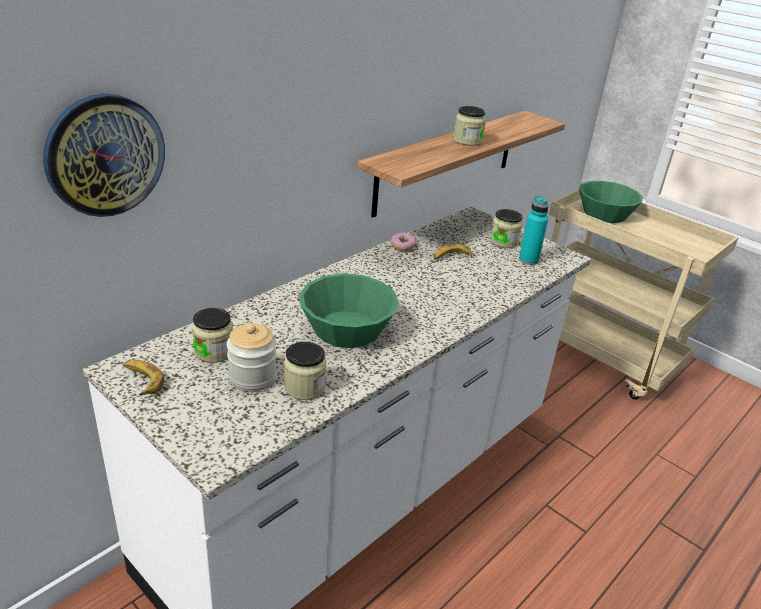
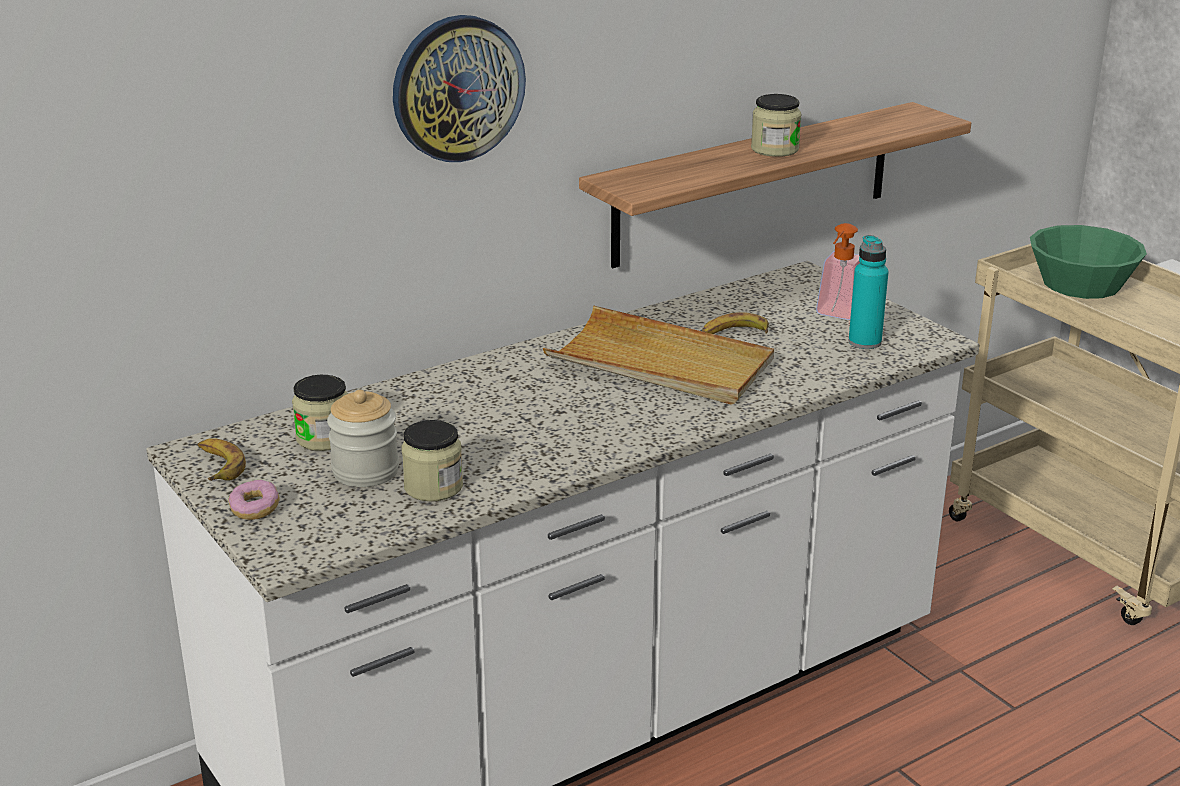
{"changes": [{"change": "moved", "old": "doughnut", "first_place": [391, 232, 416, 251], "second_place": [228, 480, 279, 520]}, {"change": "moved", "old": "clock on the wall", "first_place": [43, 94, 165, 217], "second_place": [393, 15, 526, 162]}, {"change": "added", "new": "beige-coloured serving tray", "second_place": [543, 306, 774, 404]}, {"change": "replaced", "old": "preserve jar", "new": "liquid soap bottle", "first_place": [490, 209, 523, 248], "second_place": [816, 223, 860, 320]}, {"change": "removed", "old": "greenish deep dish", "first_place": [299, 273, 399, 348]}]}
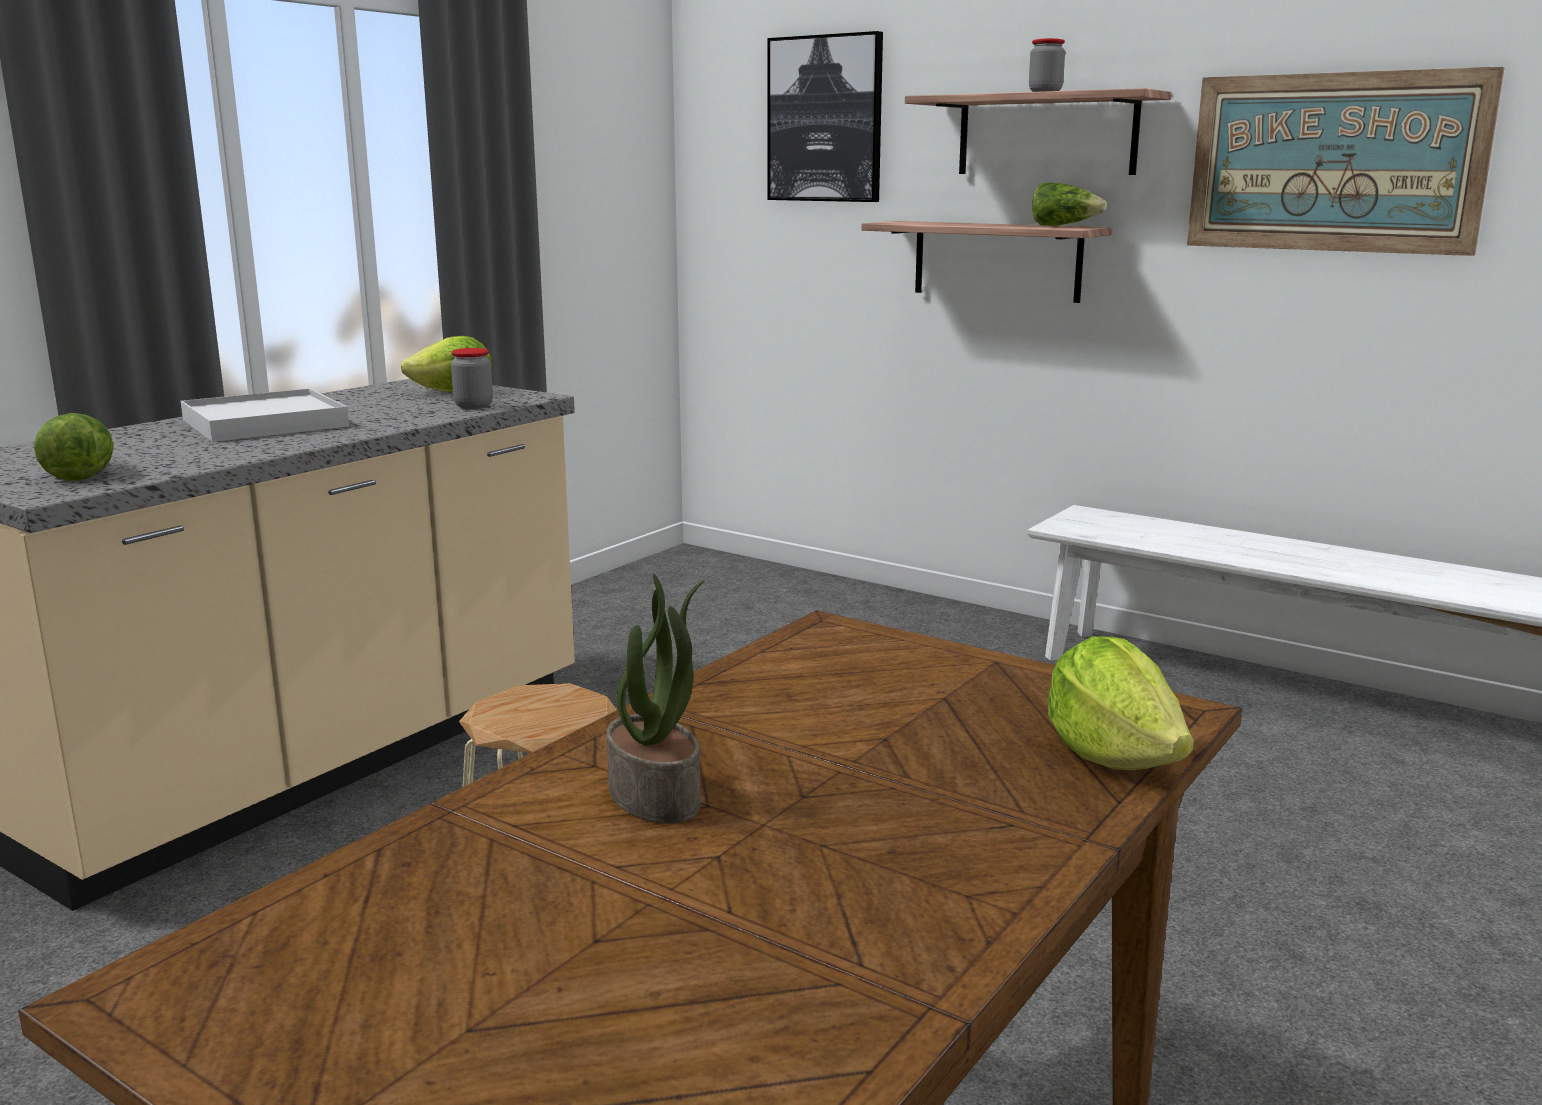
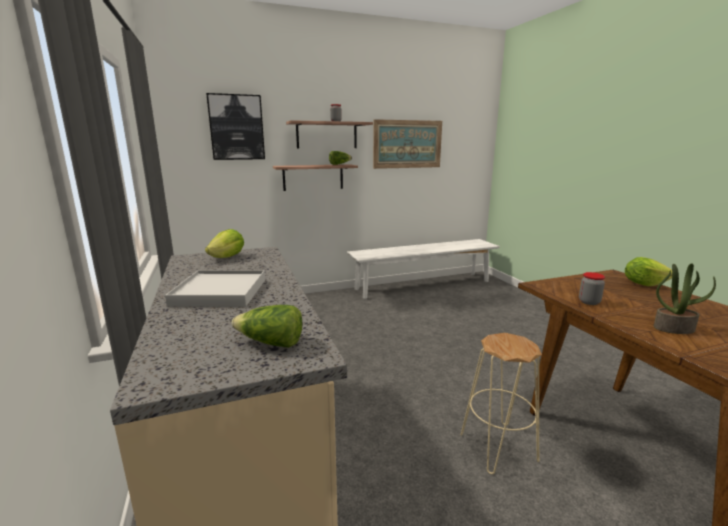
{"changes": [{"change": "moved", "old": "preserve jar", "first_place": [451, 348, 493, 409], "second_place": [579, 272, 605, 305]}]}
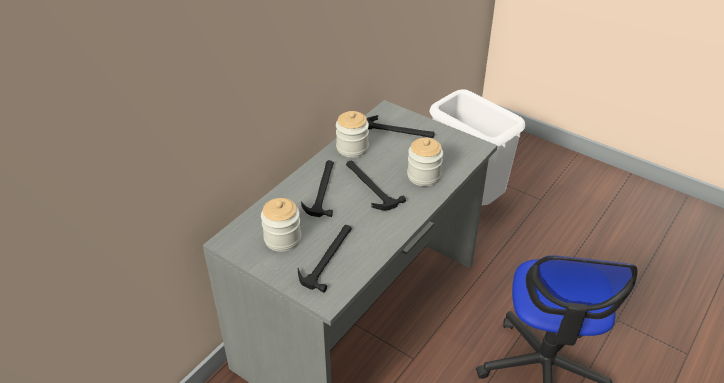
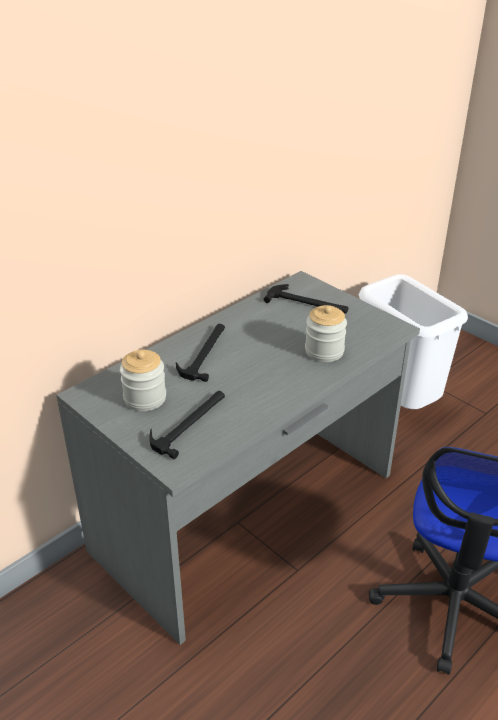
{"changes": [{"change": "removed", "old": "preserve jar", "first_place": [336, 111, 369, 158]}, {"change": "removed", "old": "hand hammer", "first_place": [346, 161, 406, 210]}]}
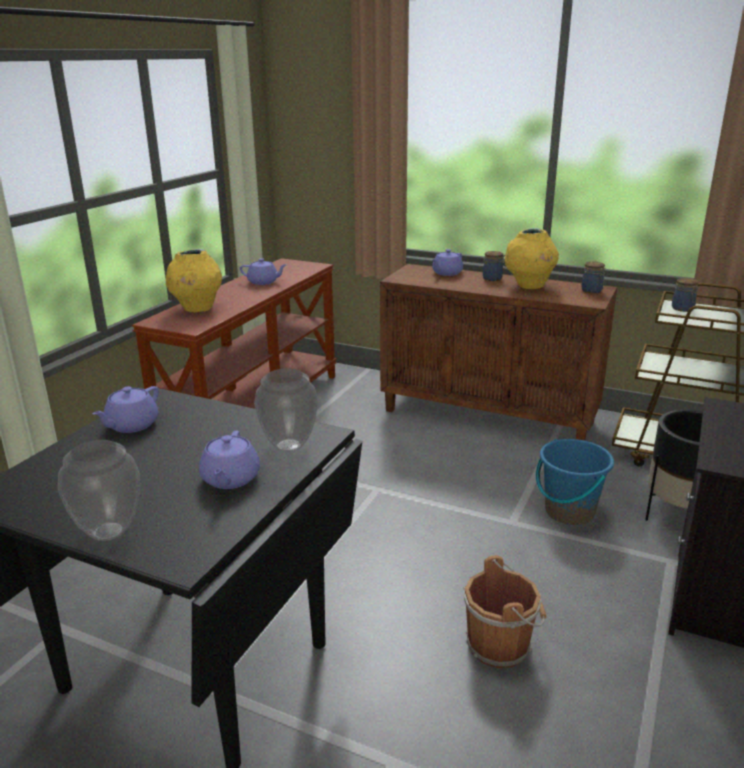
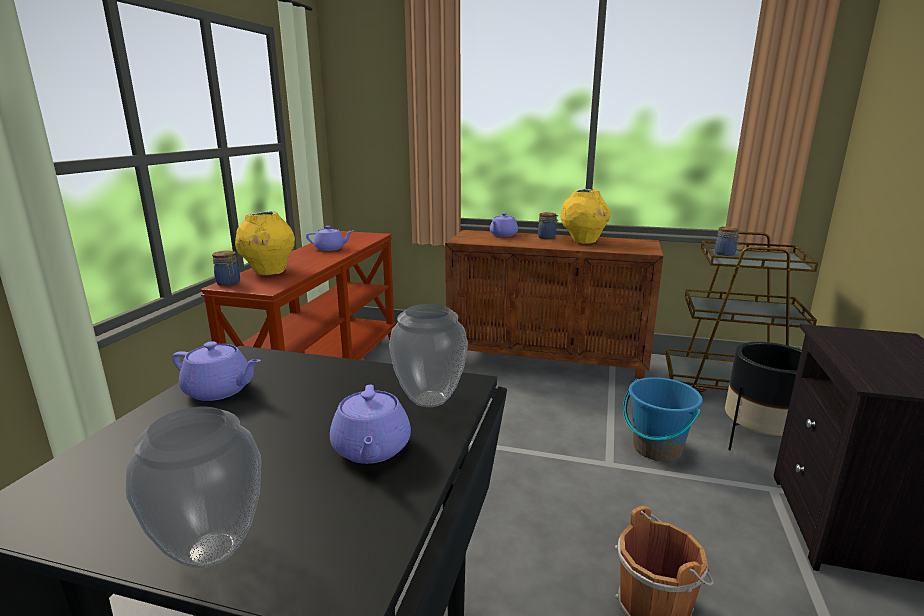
{"changes": [{"change": "turned", "old": "purplish teapot", "first_place": [93, 386, 159, 433], "second_place": [172, 341, 261, 401], "degrees": -90}, {"change": "moved", "old": "preserve jar", "first_place": [581, 261, 605, 293], "second_place": [212, 251, 240, 286]}]}
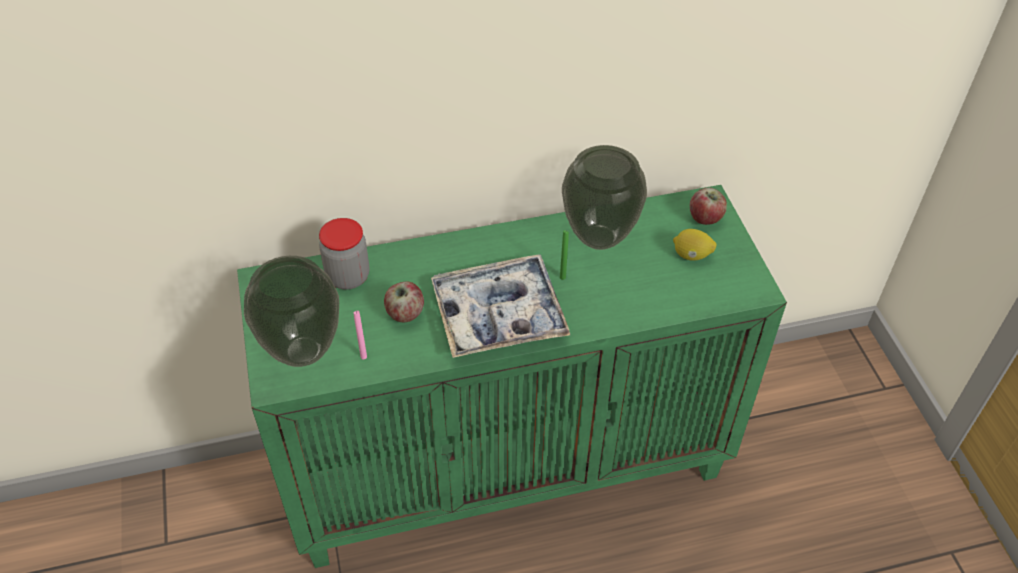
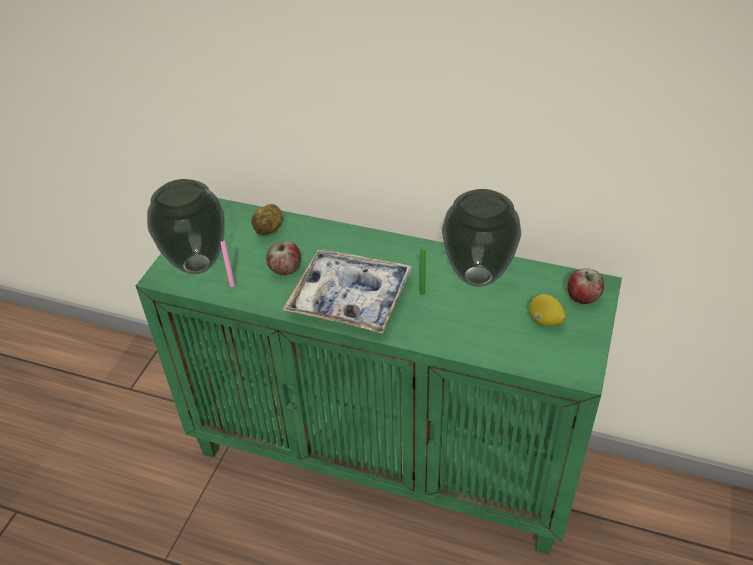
{"changes": [{"change": "replaced", "old": "preserve jar", "new": "spud", "first_place": [319, 218, 369, 290], "second_place": [251, 204, 283, 235]}]}
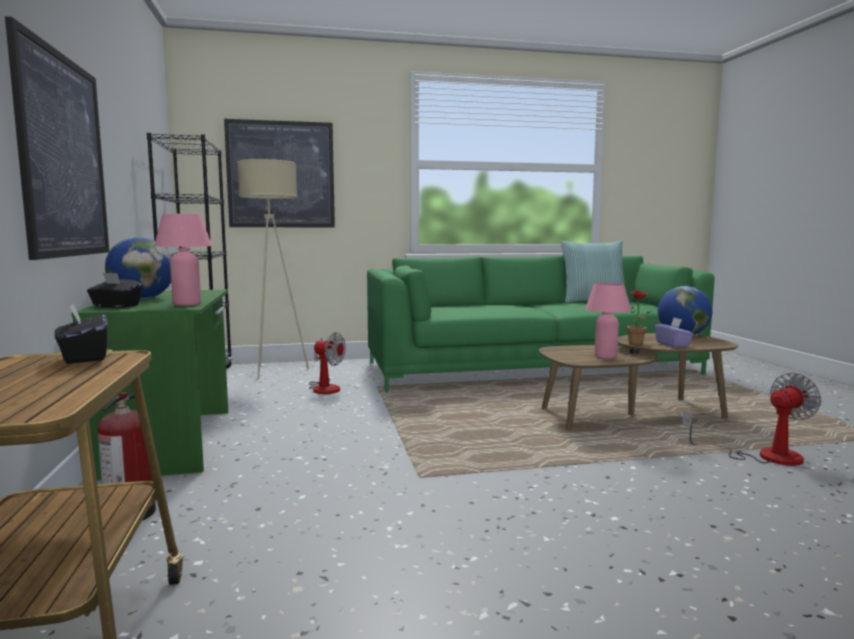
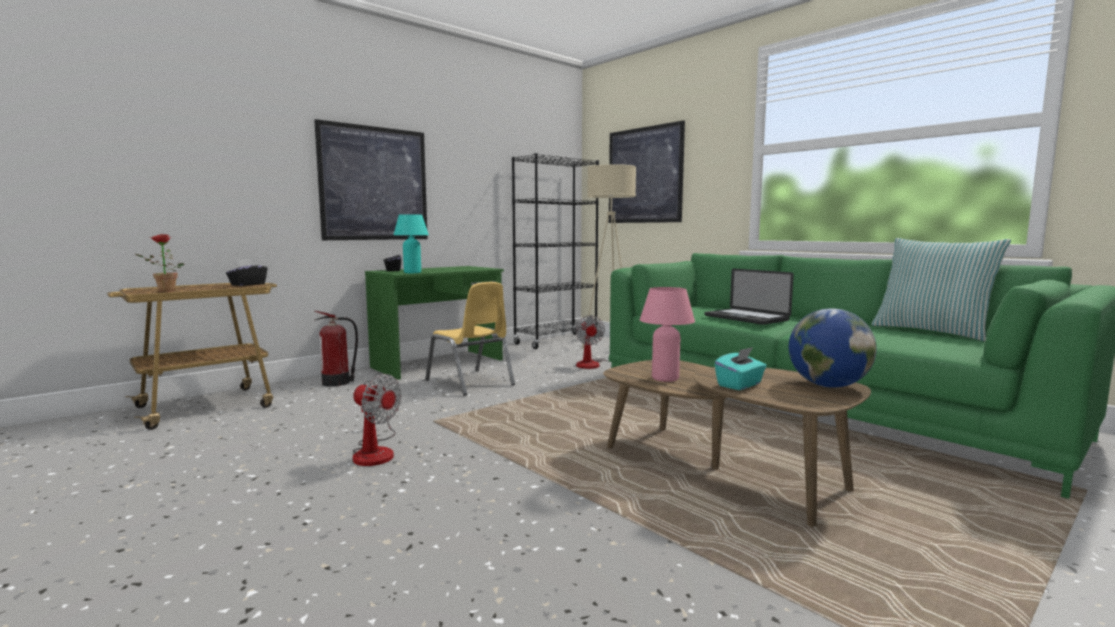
{"changes": [{"change": "moved", "old": "plant in a pot", "first_place": [627, 290, 652, 345], "second_place": [135, 234, 184, 292]}, {"change": "moved", "old": "electric fan", "first_place": [682, 373, 821, 466], "second_place": [353, 374, 402, 466]}, {"change": "recoloured", "old": "pink-coloured tabletop lamp", "new": "turquoise-coloured tabletop lamp", "first_place": [154, 214, 212, 306], "second_place": [394, 214, 429, 273]}, {"change": "added", "new": "yellow-coloured chair", "second_place": [425, 282, 515, 396]}, {"change": "added", "new": "notebook computer", "second_place": [705, 269, 794, 325]}, {"change": "recoloured", "old": "purplish tissue box", "new": "turquoise-coloured tissue box", "first_place": [655, 318, 694, 347], "second_place": [715, 347, 767, 390]}, {"change": "removed", "old": "globe", "first_place": [105, 237, 171, 299]}]}
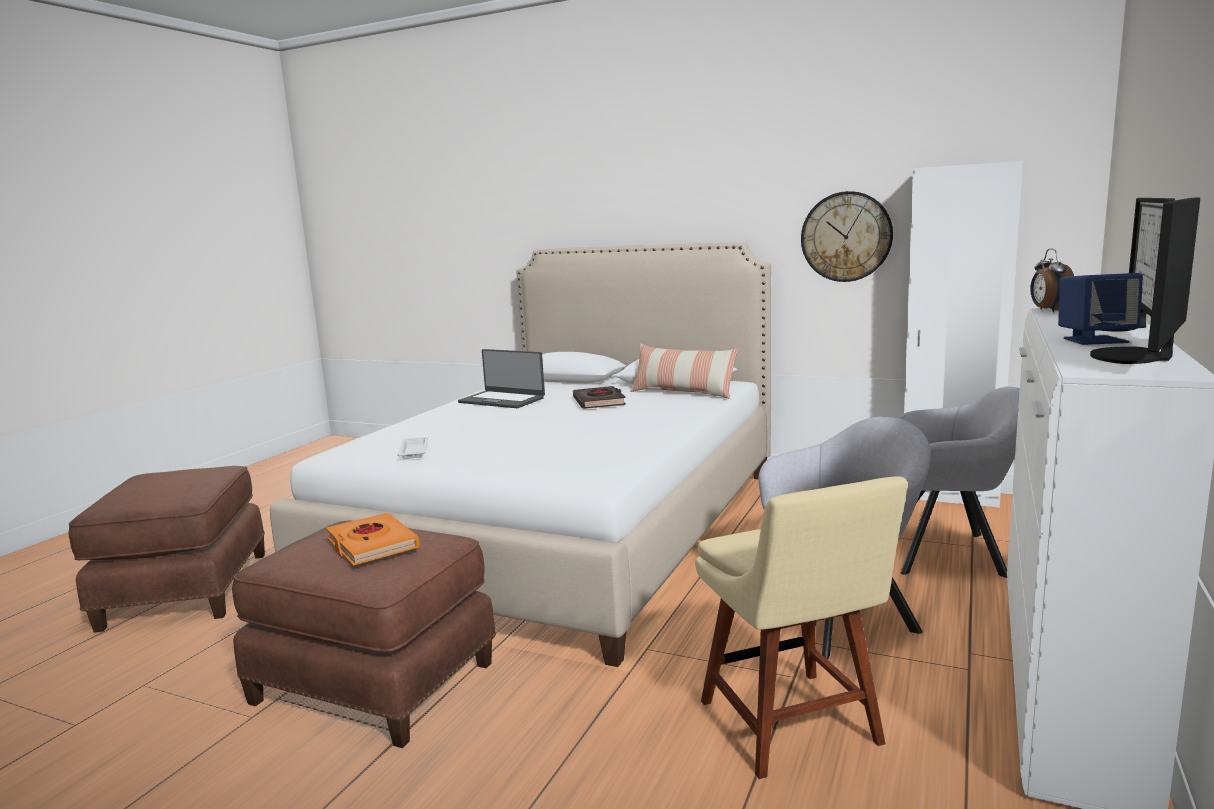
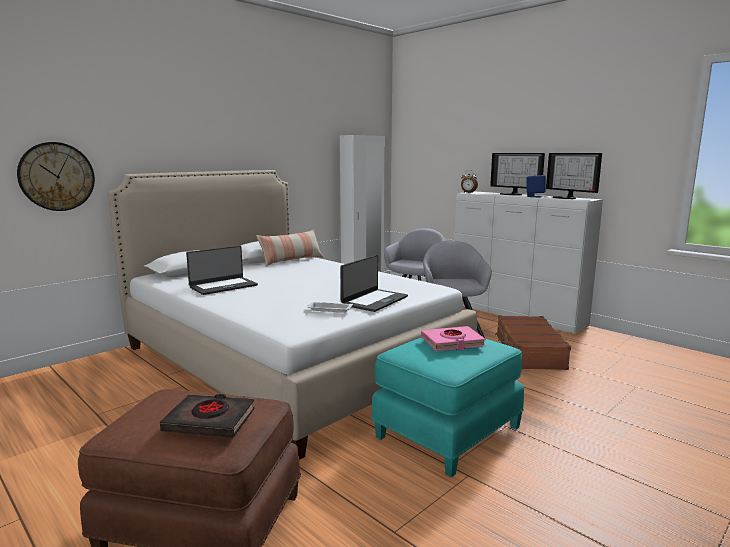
{"changes": [{"change": "moved", "old": "clock on the wall", "first_place": [801, 191, 893, 282], "second_place": [17, 142, 95, 211]}, {"change": "moved", "old": "black book", "first_place": [573, 386, 626, 409], "second_place": [160, 394, 255, 438]}, {"change": "added", "new": "notebook computer", "second_place": [340, 255, 408, 312]}, {"change": "recoloured", "old": "brown pouffe", "new": "turquoise-coloured pouffe", "first_place": [232, 520, 496, 748], "second_place": [371, 337, 524, 478]}, {"change": "recoloured", "old": "orange book", "new": "pink-coloured book", "first_place": [326, 513, 420, 566], "second_place": [421, 326, 486, 351]}, {"change": "replaced", "old": "beige-coloured chair", "new": "brown piece of luggage", "first_place": [695, 476, 908, 779], "second_place": [495, 315, 571, 370]}]}
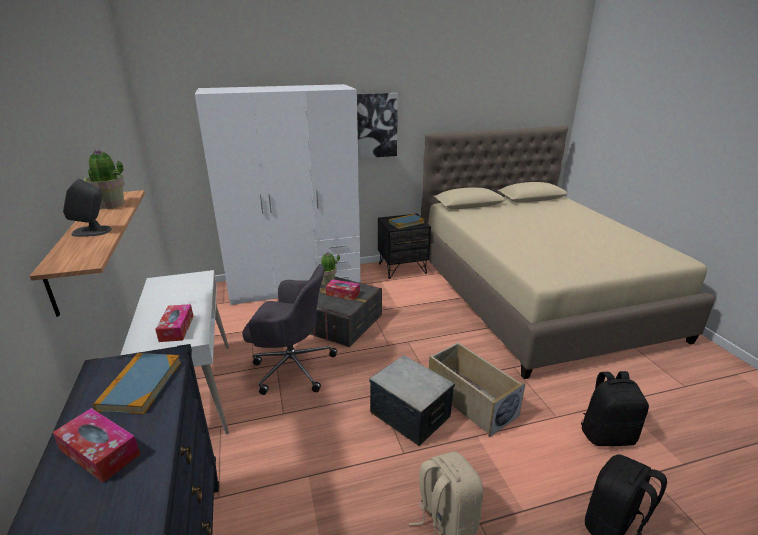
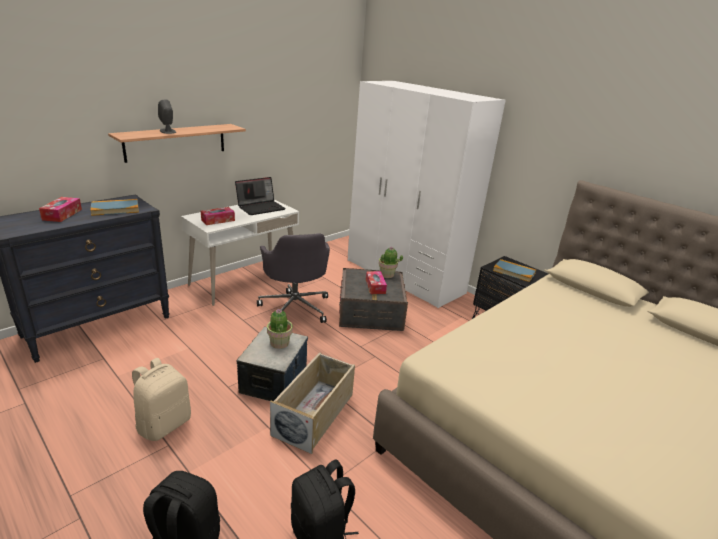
{"changes": [{"change": "added", "new": "notebook computer", "second_place": [235, 177, 286, 215]}, {"change": "moved", "old": "plant in a pot", "first_place": [84, 149, 125, 209], "second_place": [267, 309, 293, 349]}, {"change": "removed", "old": "wall picture", "first_place": [357, 93, 398, 159]}]}
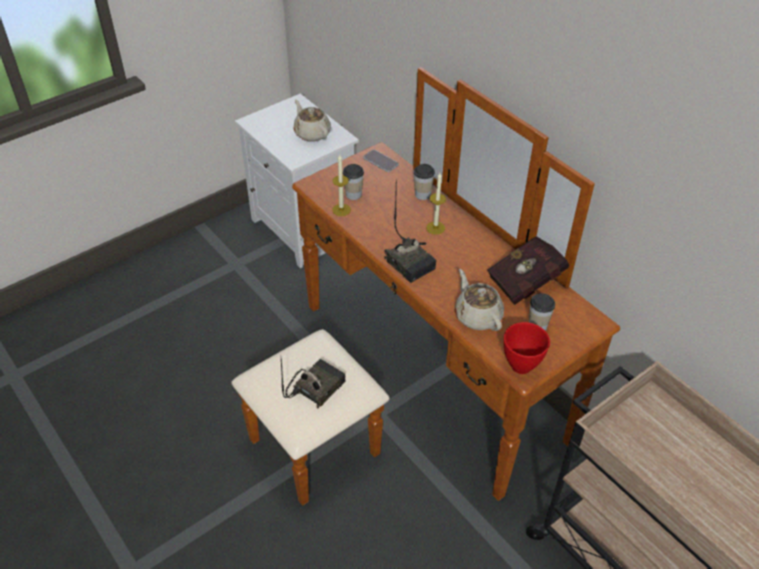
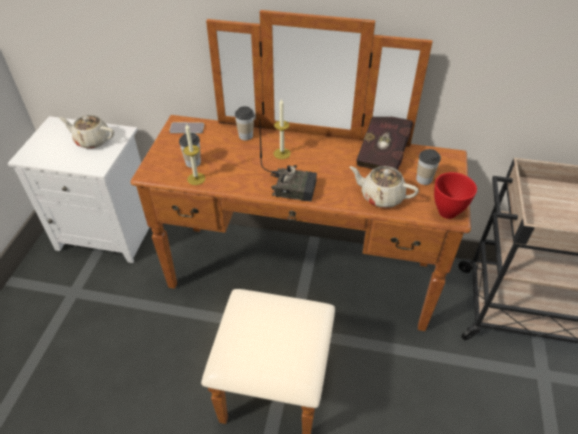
{"changes": [{"change": "removed", "old": "radio set", "first_place": [281, 358, 346, 409]}]}
